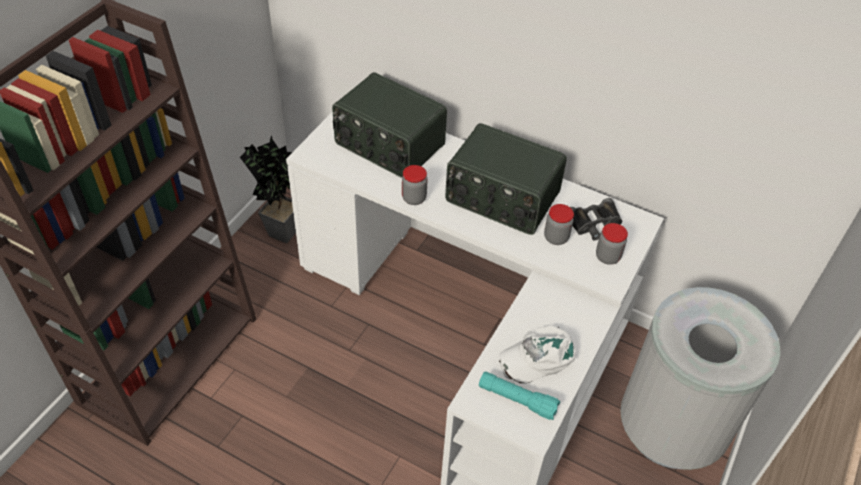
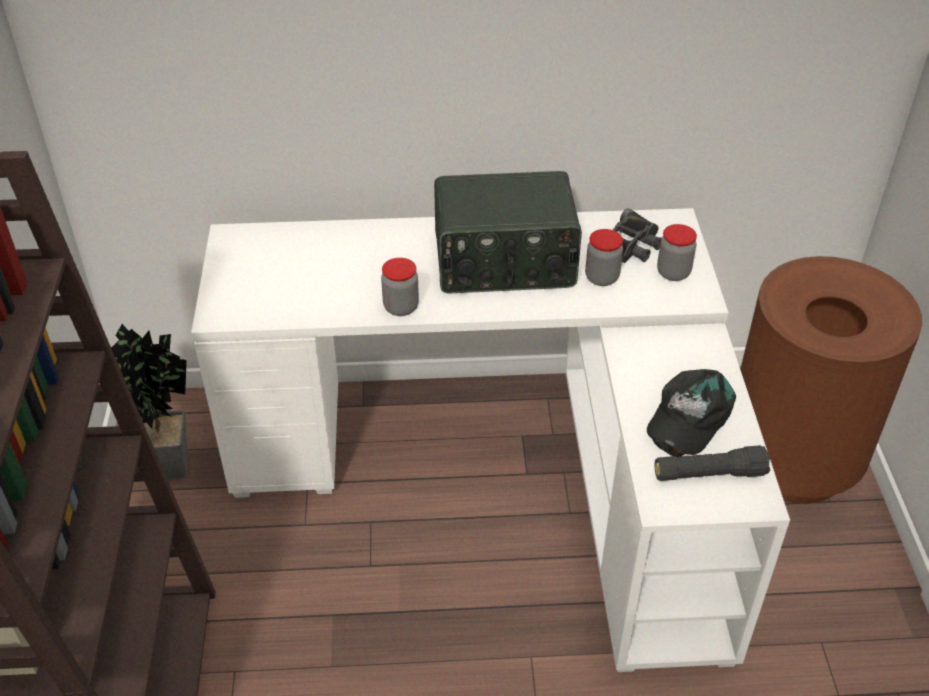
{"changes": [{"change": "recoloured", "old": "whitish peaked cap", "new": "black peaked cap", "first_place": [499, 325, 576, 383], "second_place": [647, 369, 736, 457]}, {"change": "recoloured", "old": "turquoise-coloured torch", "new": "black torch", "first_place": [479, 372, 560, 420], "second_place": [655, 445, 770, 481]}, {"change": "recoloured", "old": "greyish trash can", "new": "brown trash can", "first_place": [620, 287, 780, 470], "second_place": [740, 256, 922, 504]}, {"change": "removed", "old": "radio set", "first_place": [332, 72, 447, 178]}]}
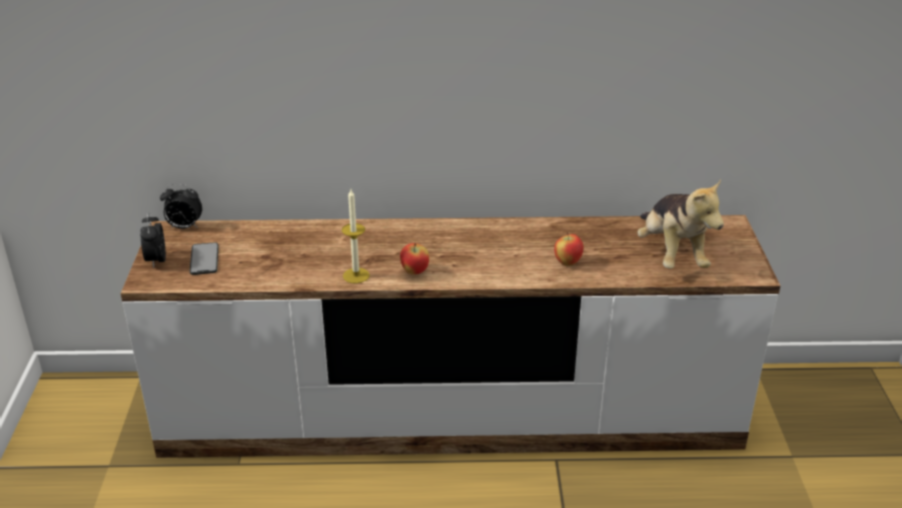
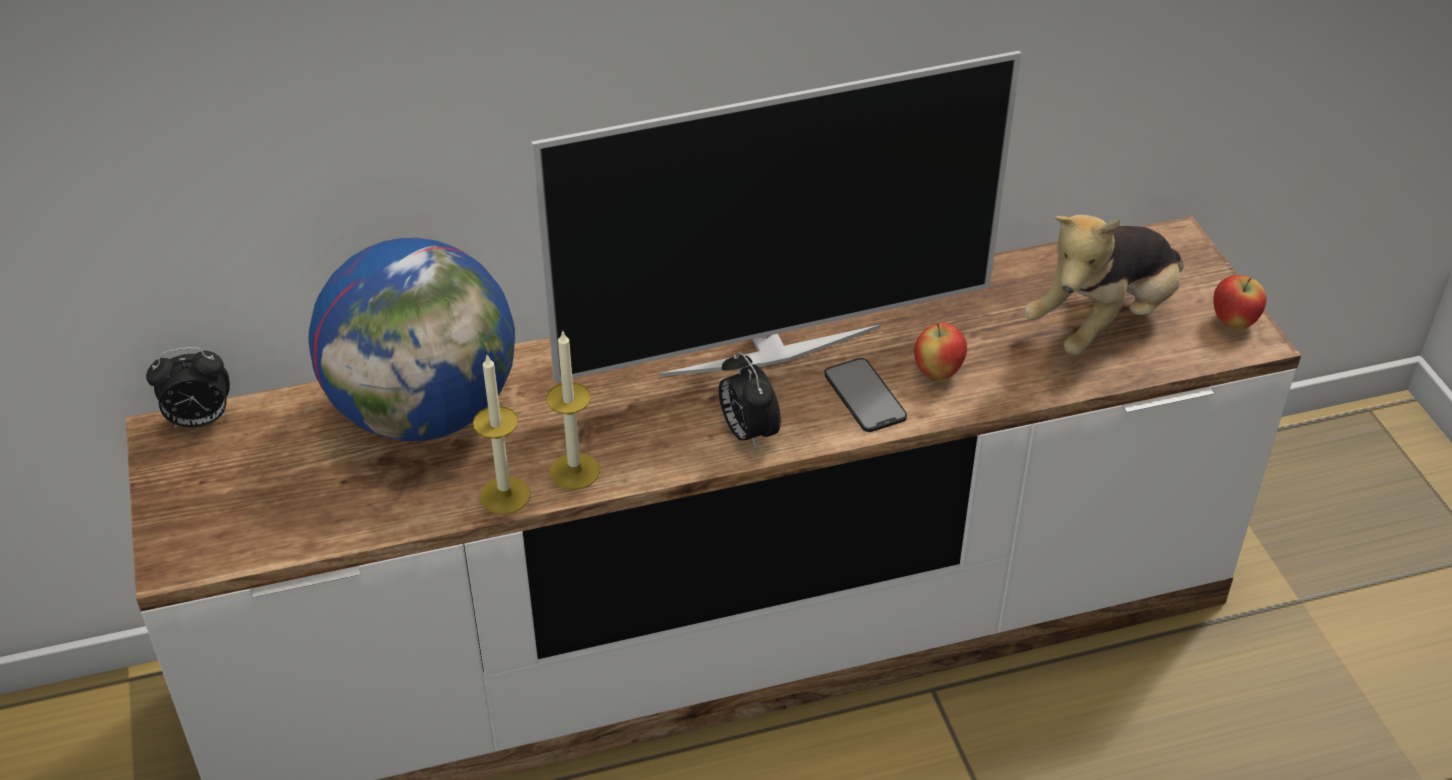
{"changes": [{"change": "added", "new": "globe", "second_place": [308, 238, 515, 441]}, {"change": "added", "new": "candle", "second_place": [473, 355, 531, 514]}, {"change": "added", "new": "television", "second_place": [531, 51, 1021, 382]}, {"change": "moved", "old": "bedside clock", "first_place": [140, 212, 166, 268], "second_place": [719, 352, 781, 451]}, {"change": "moved", "old": "telephone", "first_place": [190, 242, 219, 275], "second_place": [824, 358, 907, 432]}, {"change": "turned", "old": "cuddly toy", "first_place": [637, 179, 724, 269], "second_place": [1024, 214, 1183, 356], "degrees": 75}, {"change": "moved", "old": "whole apple", "first_place": [400, 243, 429, 275], "second_place": [1213, 275, 1266, 329]}]}
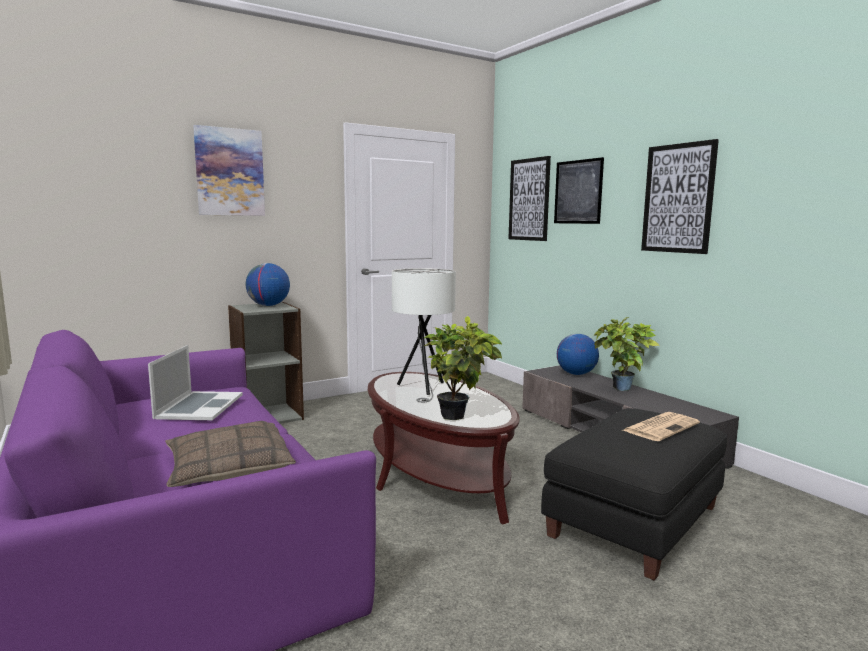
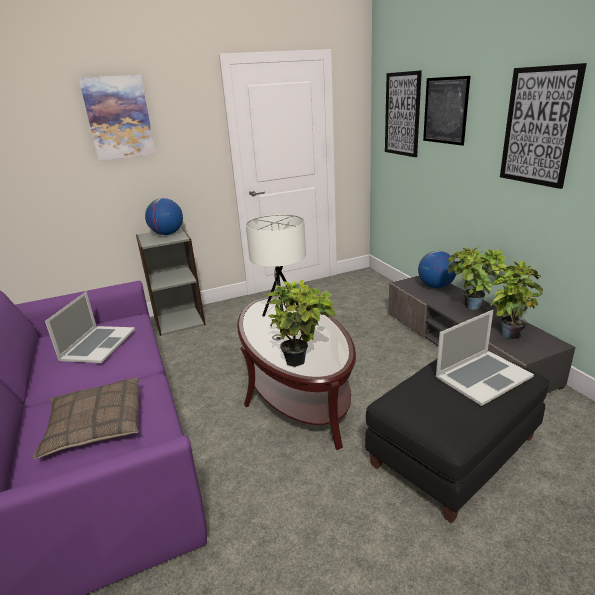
{"changes": [{"change": "replaced", "old": "newspaper", "new": "notebook computer", "first_place": [623, 412, 700, 441], "second_place": [436, 310, 534, 406]}, {"change": "added", "new": "plant in a pot", "second_place": [488, 260, 543, 339]}]}
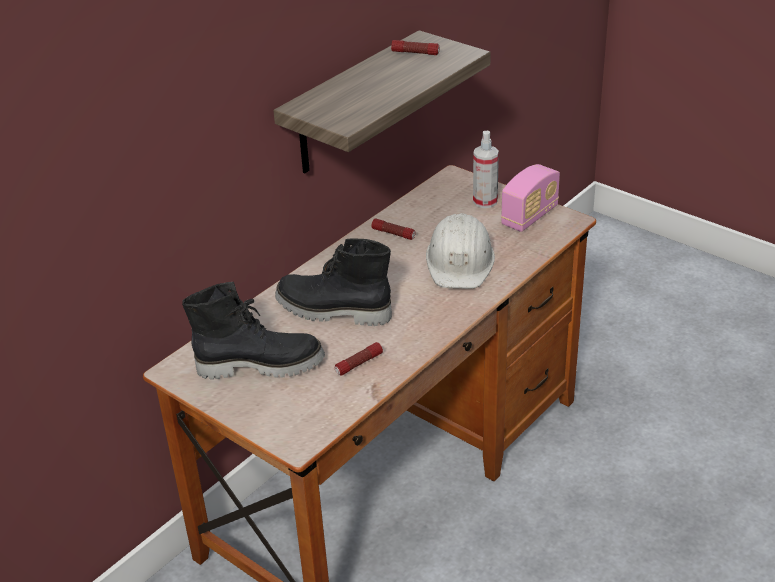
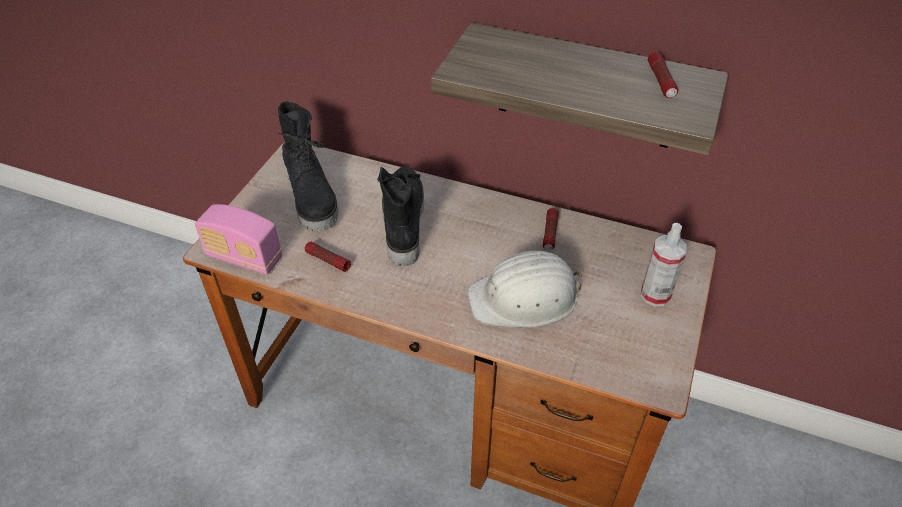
{"changes": [{"change": "moved", "old": "radio set", "first_place": [501, 164, 560, 232], "second_place": [195, 204, 282, 275]}]}
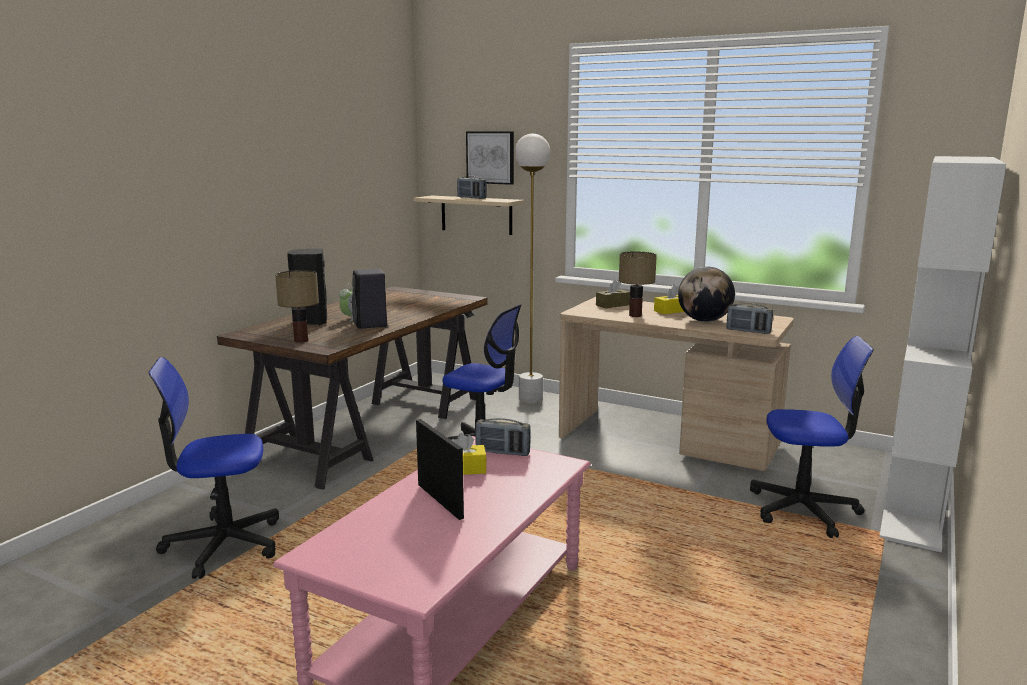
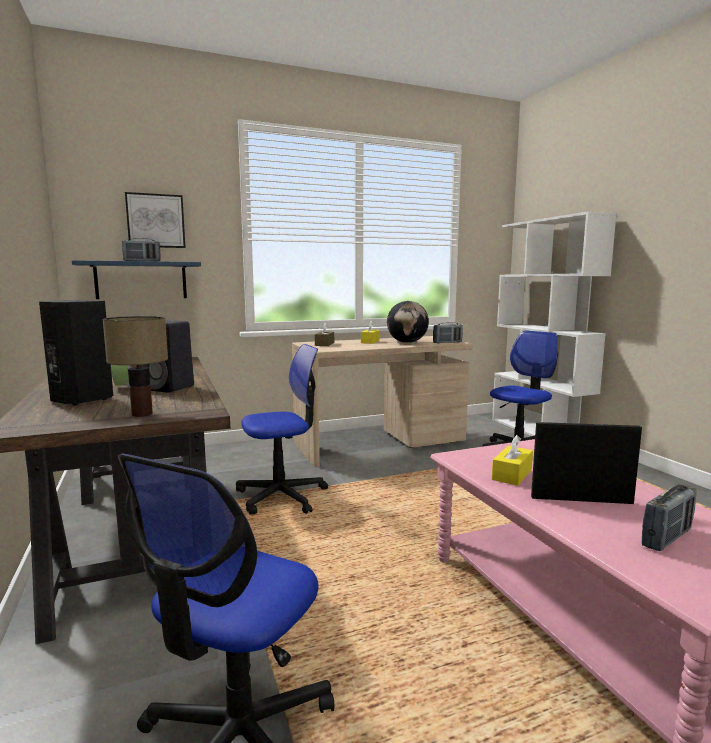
{"changes": [{"change": "recoloured", "old": "beige-coloured bracket shelf", "new": "blue bracket shelf", "first_place": [414, 196, 524, 235], "second_place": [72, 260, 201, 299]}, {"change": "moved", "old": "radio set", "first_place": [475, 418, 531, 456], "second_place": [642, 484, 697, 551]}, {"change": "removed", "old": "whitish floor lamp", "first_place": [515, 134, 550, 404]}, {"change": "removed", "old": "tabletop lamp", "first_place": [619, 251, 657, 317]}]}
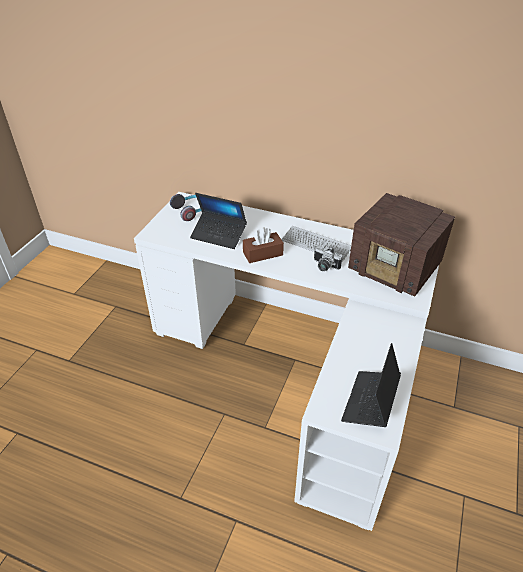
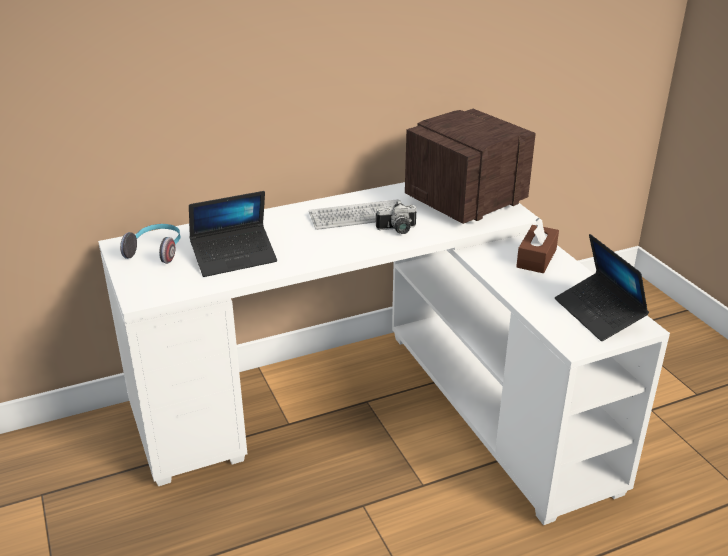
{"changes": [{"change": "turned", "old": "radio set", "first_place": [348, 193, 455, 297], "second_place": [405, 109, 536, 224], "degrees": 150}, {"change": "moved", "old": "brown tissue box", "first_place": [243, 227, 284, 263], "second_place": [516, 218, 559, 273]}]}
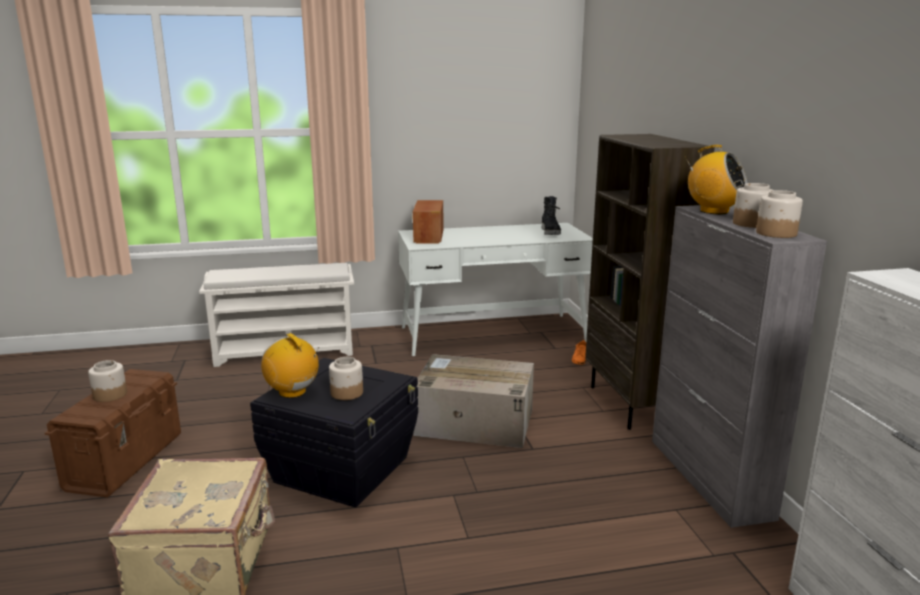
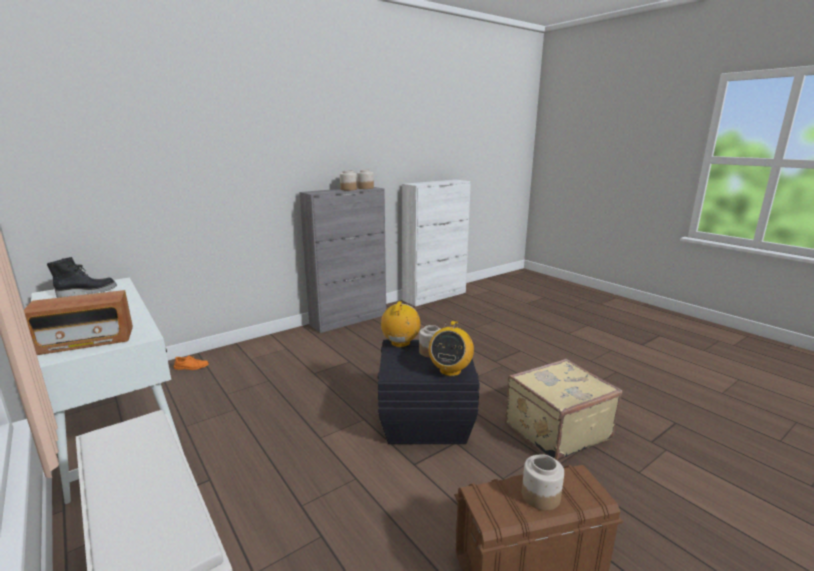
{"changes": [{"change": "moved", "old": "radio set", "first_place": [687, 145, 747, 214], "second_place": [381, 301, 421, 347]}, {"change": "removed", "old": "carton", "first_place": [413, 354, 534, 448]}, {"change": "removed", "old": "brown shelving unit", "first_place": [585, 134, 715, 430]}]}
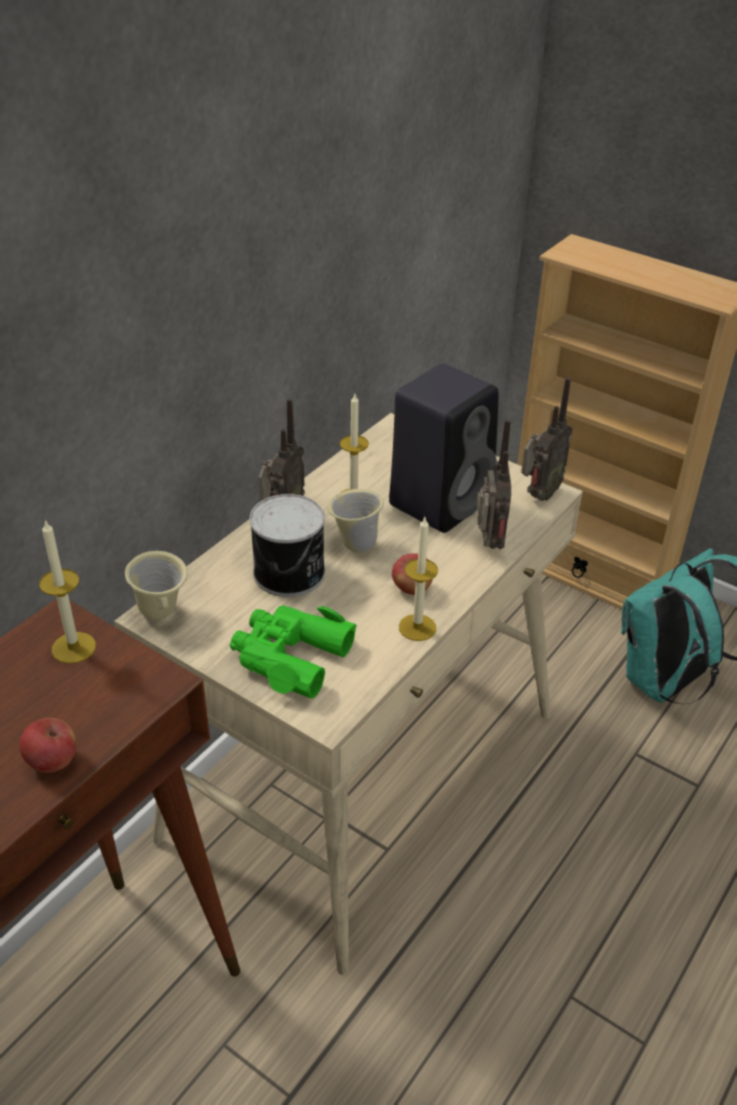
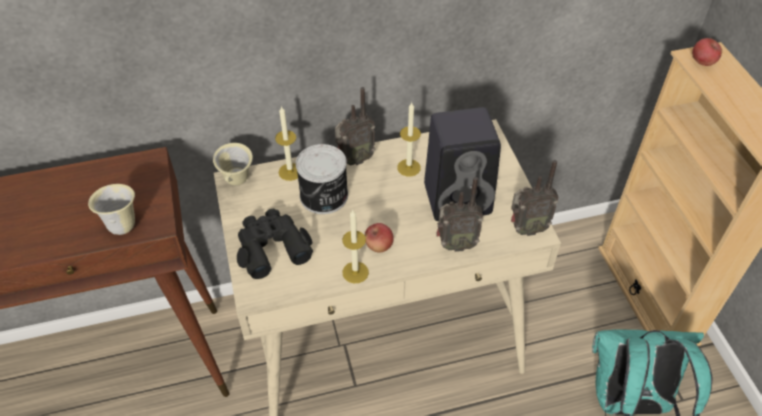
{"changes": [{"change": "moved", "old": "beige-coloured tea mug", "first_place": [328, 489, 384, 553], "second_place": [88, 184, 135, 235]}, {"change": "recoloured", "old": "greenish binoculars", "new": "black binoculars", "first_place": [230, 605, 357, 699], "second_place": [237, 209, 313, 279]}, {"change": "moved", "old": "candle", "first_place": [39, 519, 96, 664], "second_place": [275, 106, 298, 181]}, {"change": "turned", "old": "radio set", "first_place": [476, 419, 511, 549], "second_place": [436, 177, 483, 252], "degrees": 45}, {"change": "moved", "old": "whole apple", "first_place": [20, 718, 76, 773], "second_place": [692, 38, 722, 66]}]}
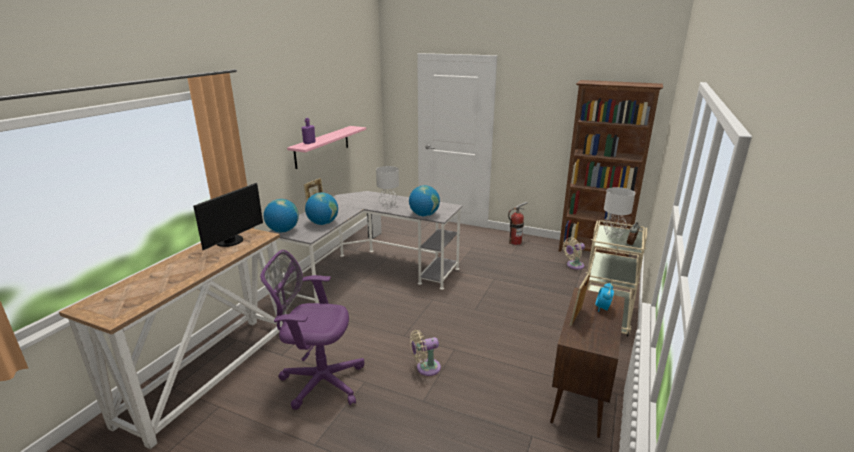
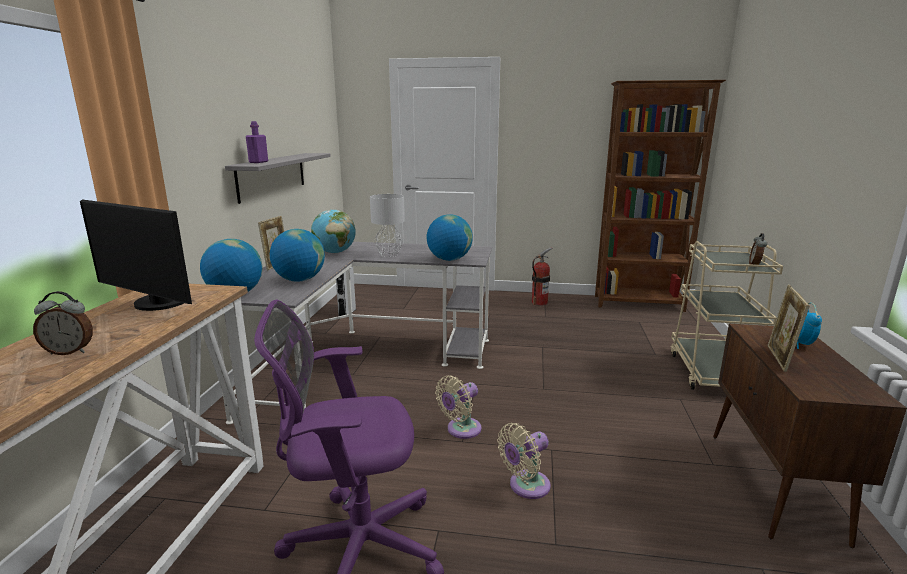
{"changes": [{"change": "added", "new": "bedside clock", "second_place": [33, 291, 93, 355]}, {"change": "turned", "old": "computer display", "first_place": [193, 183, 263, 250], "second_place": [80, 200, 192, 311], "degrees": 105}, {"change": "recoloured", "old": "pink-coloured bracket shelf", "new": "greyish bracket shelf", "first_place": [287, 126, 366, 169], "second_place": [225, 153, 331, 204]}, {"change": "added", "new": "globe", "second_place": [311, 210, 355, 253]}, {"change": "moved", "old": "beige-coloured electric fan", "first_place": [563, 238, 585, 270], "second_place": [435, 375, 482, 439]}, {"change": "removed", "old": "greyish tabletop lamp", "first_place": [603, 187, 635, 238]}]}
